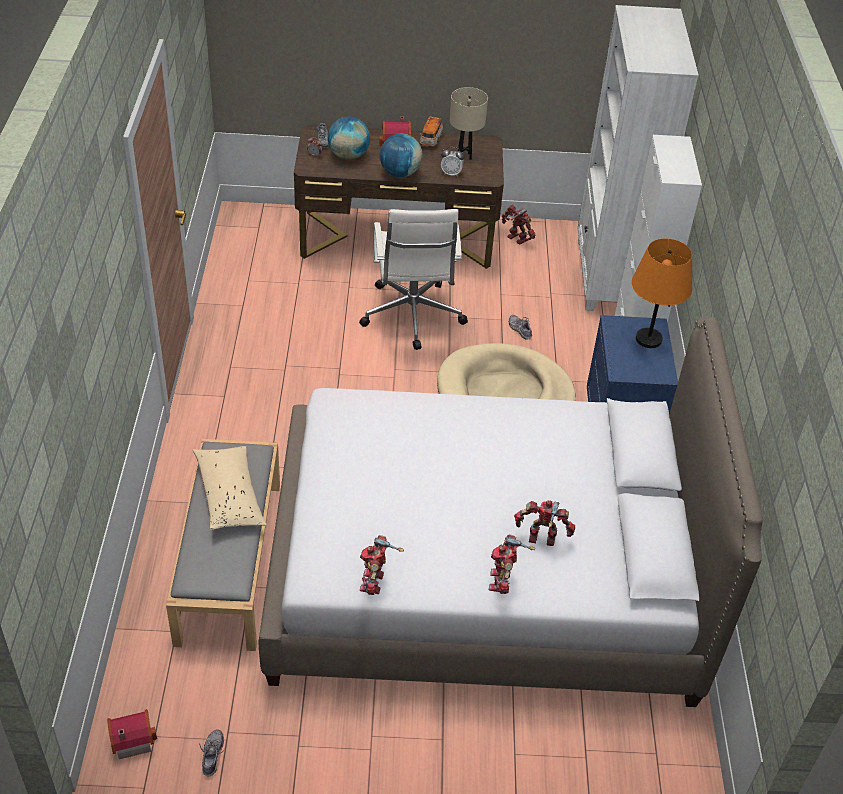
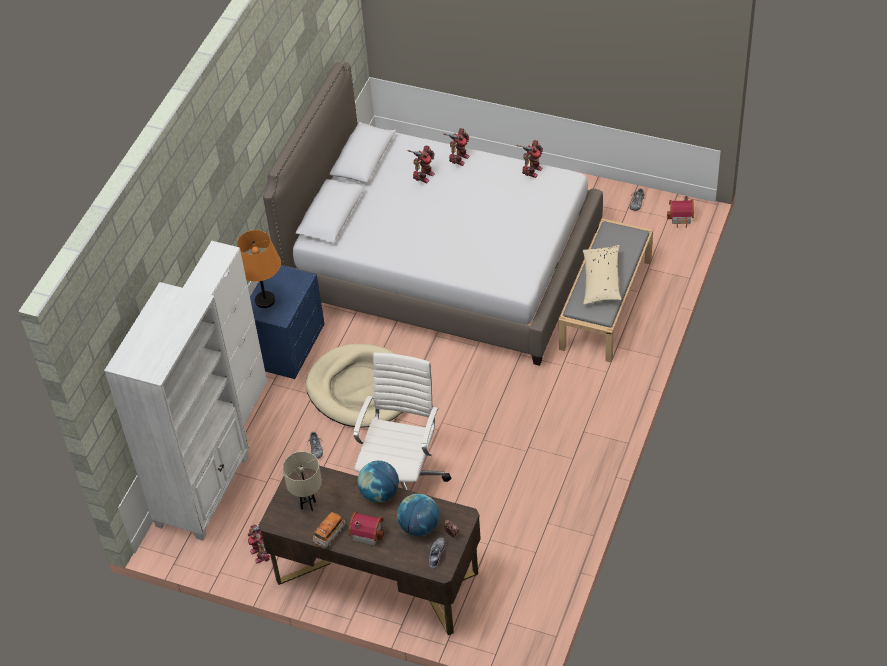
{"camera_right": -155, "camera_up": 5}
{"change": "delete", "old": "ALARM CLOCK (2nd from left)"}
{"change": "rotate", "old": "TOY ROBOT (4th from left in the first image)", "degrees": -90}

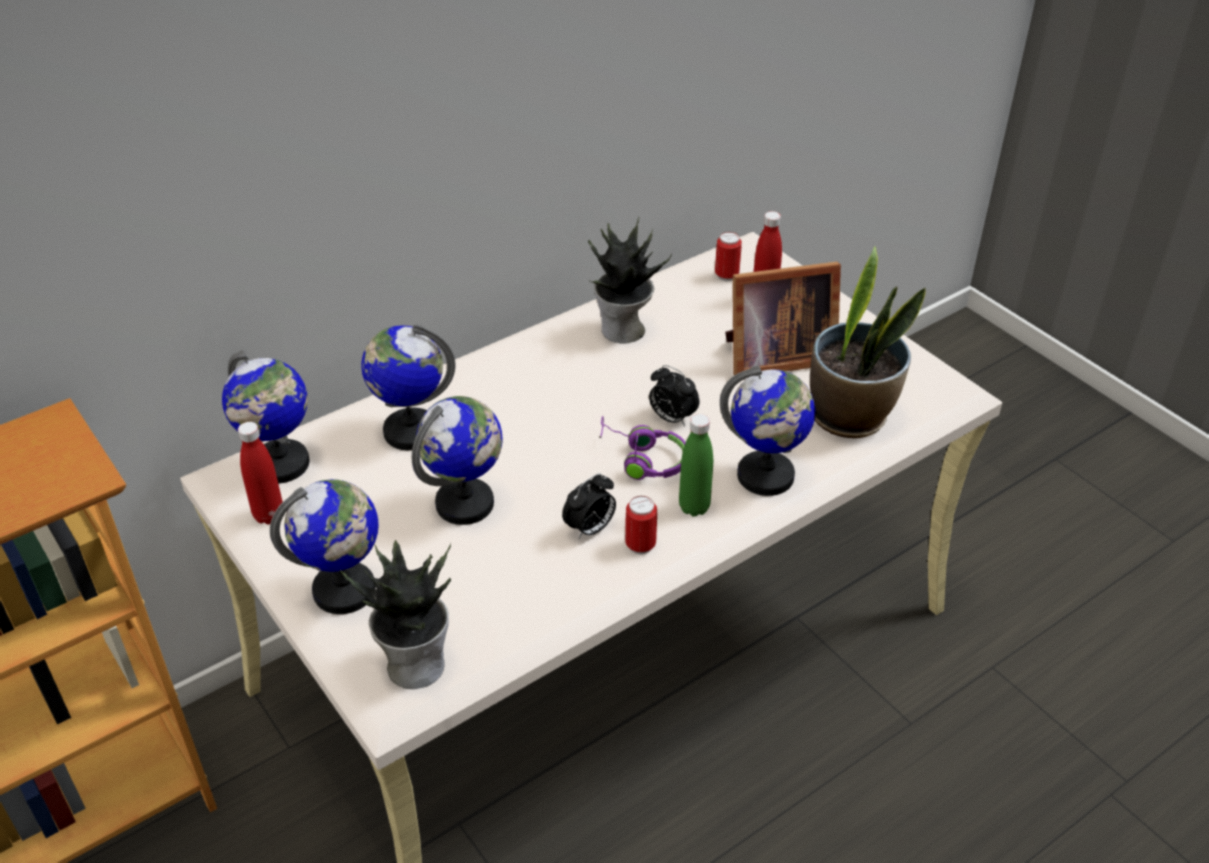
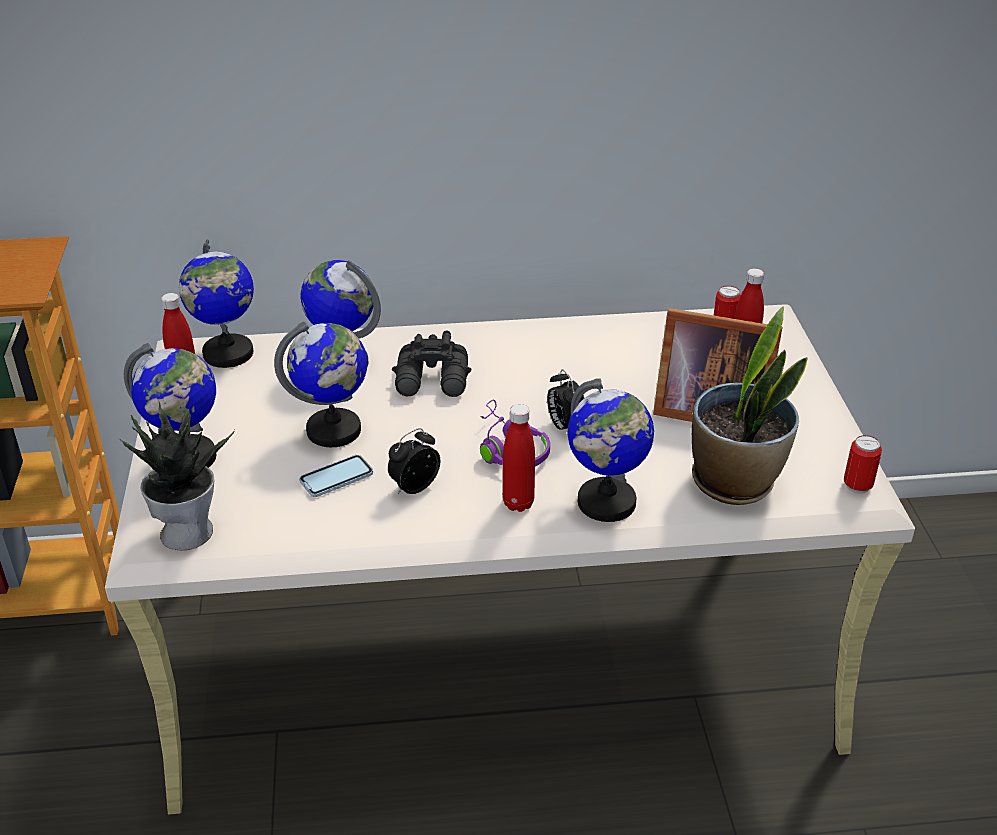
{"camera_right": 30, "camera_up": -5}
{"change": "delete", "old": "POTTED PLANT (2nd from left)"}
{"change": "insert", "new": "PHONE"}
{"change": "insert", "new": "BLACK BINOCULARS"}
{"change": "move", "old": "CAN (1st from left in the first image)", "new": "CAN (2nd from left)"}
{"change": "recolor", "old": "GREEN BOTTLE", "new": "RED BOTTLE (2nd from left)"}
{"change": "rotate", "old": "ALARM CLOCK (1st from left)", "degrees": 150}

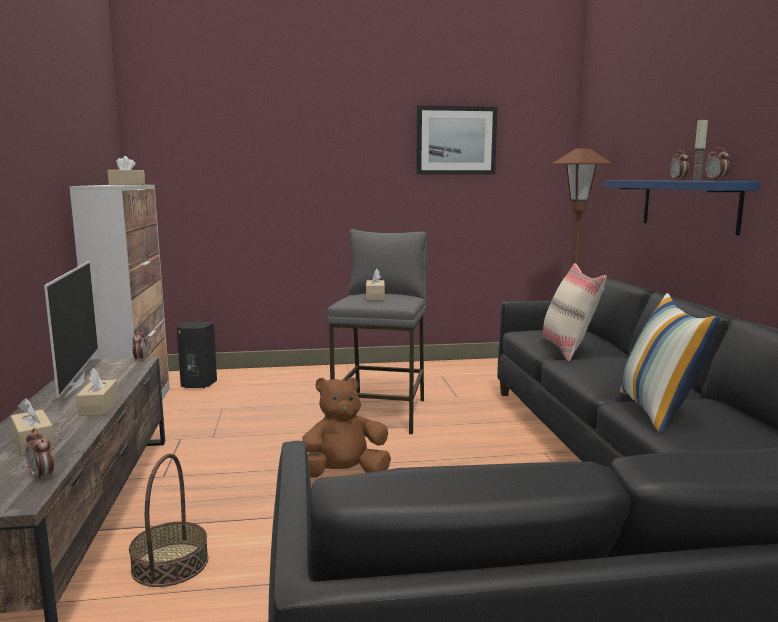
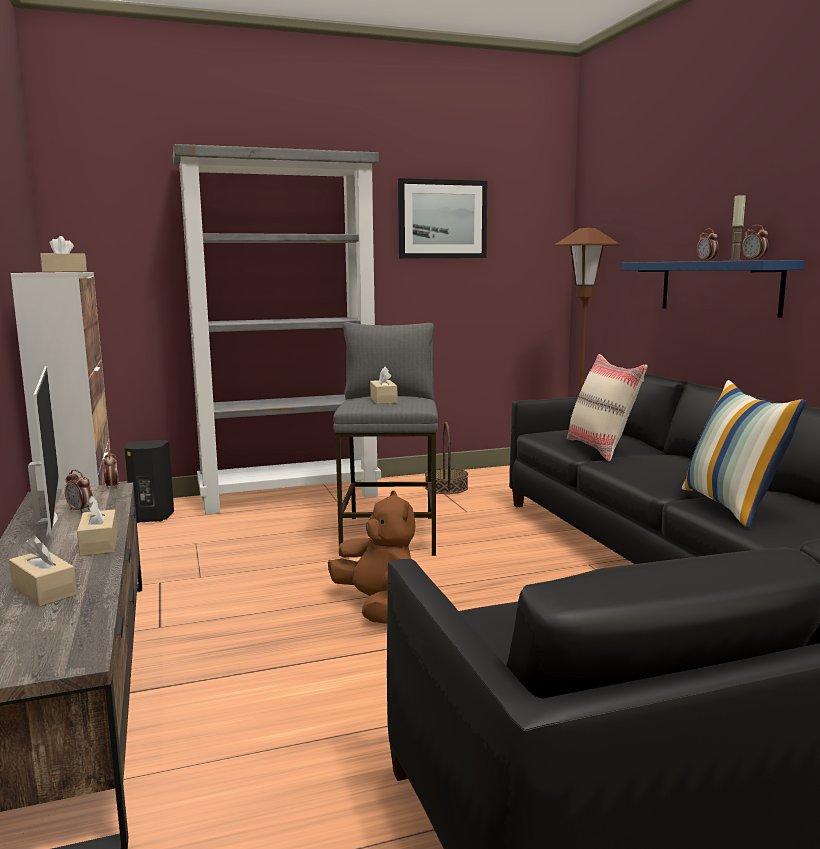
{"camera_right": -10, "camera_up": 0}
{"change": "insert", "new": "GREY BOOKCASE"}
{"change": "move", "old": "ALARM CLOCK (1st from left)"}
{"change": "move", "old": "BASKET"}
{"change": "rotate", "old": "BROWN PLUSH TOY", "degrees": 90}

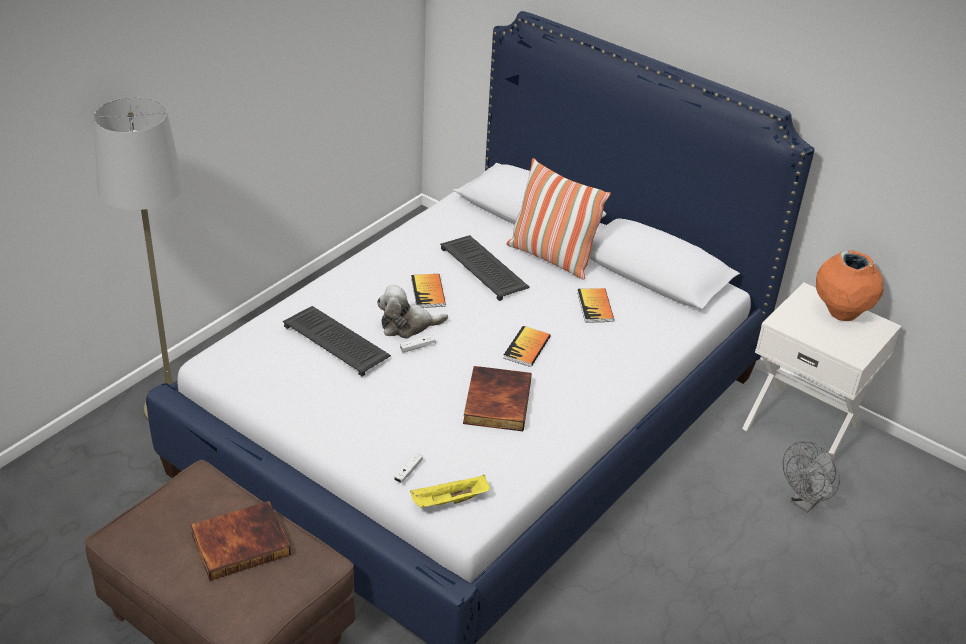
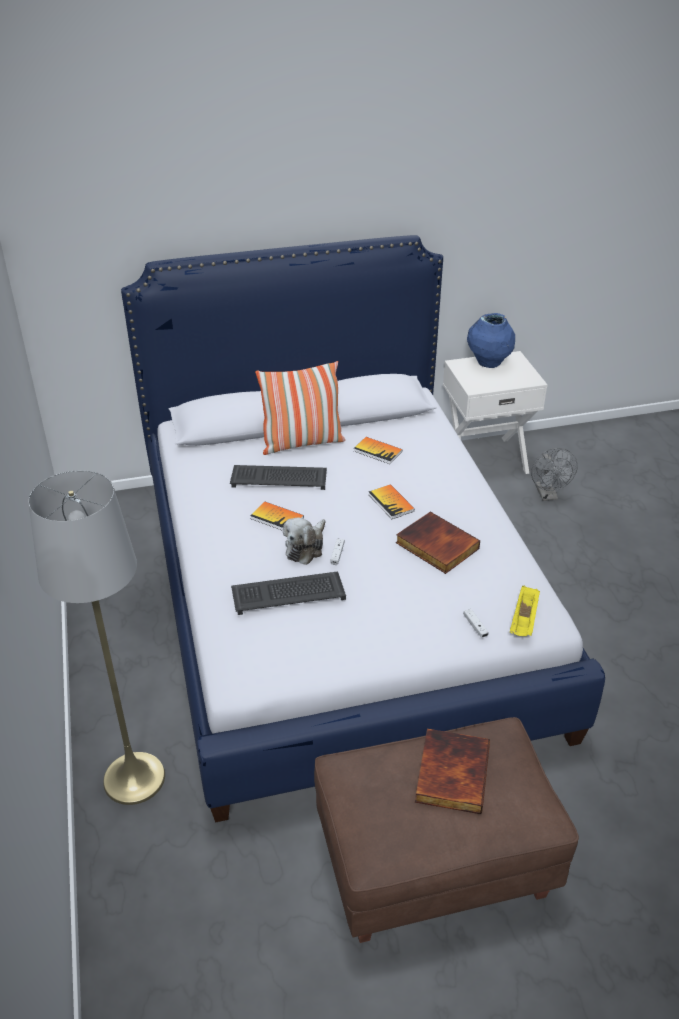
{"camera_right": -50, "camera_up": 0}
{"change": "recolor", "old": "ORANGE VASE", "new": "BLUE VASE"}

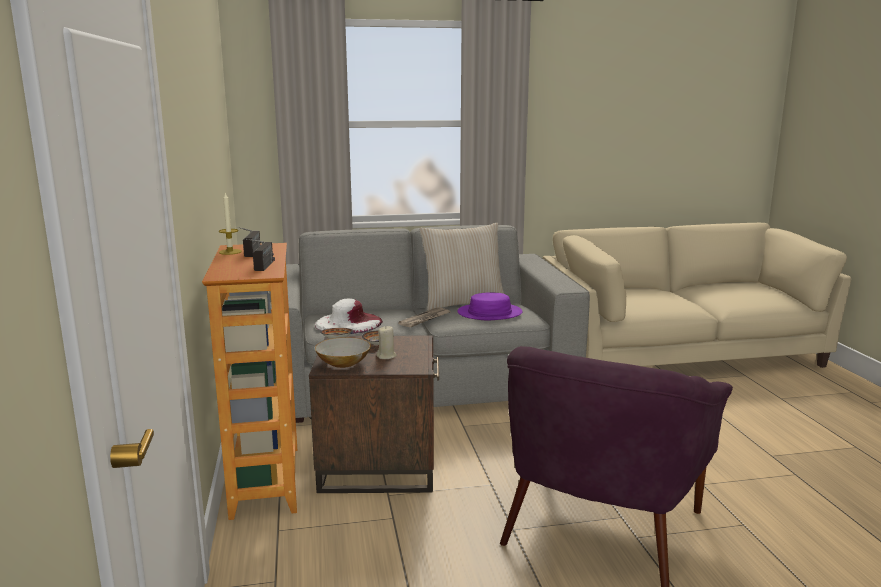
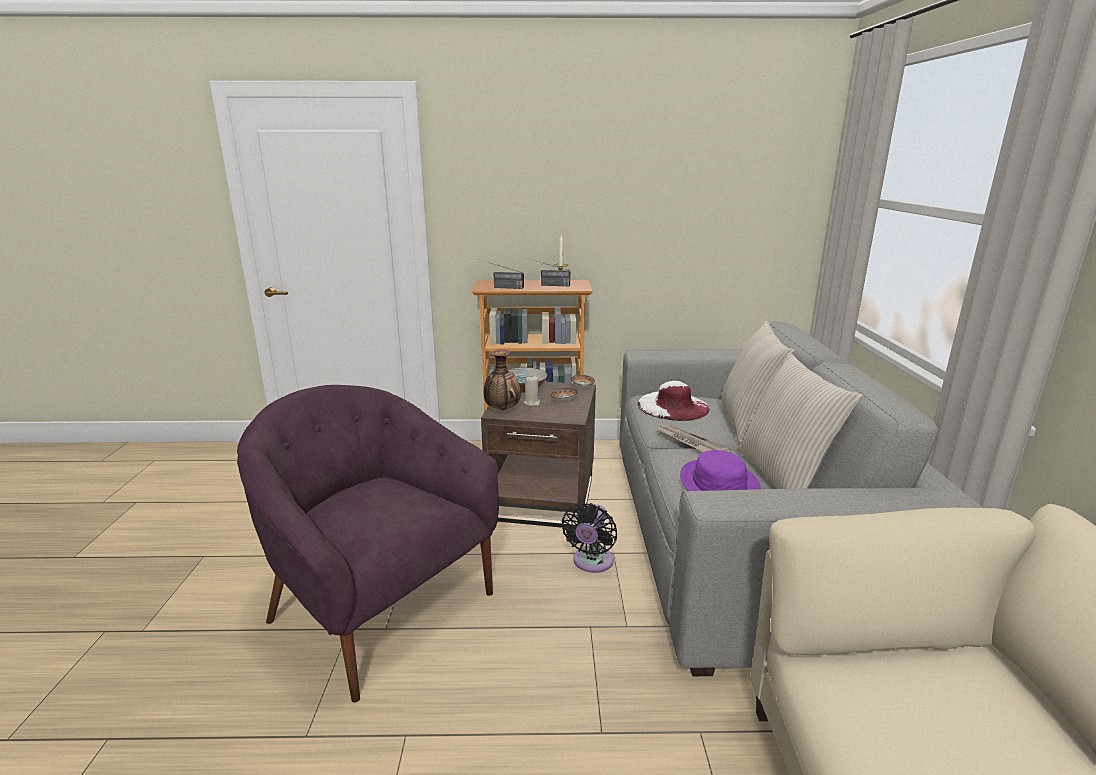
{"camera_right": 100, "camera_up": 5}
{"change": "insert", "new": "VASE"}
{"change": "insert", "new": "BLACK FAN"}
{"change": "insert", "new": "BEIGE PILLOW (1st from left)"}

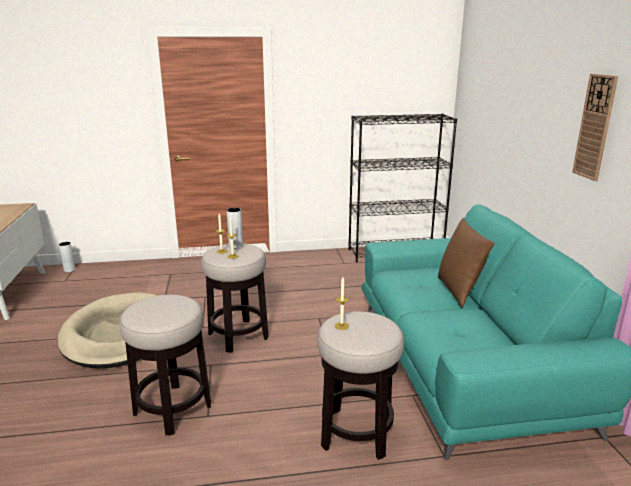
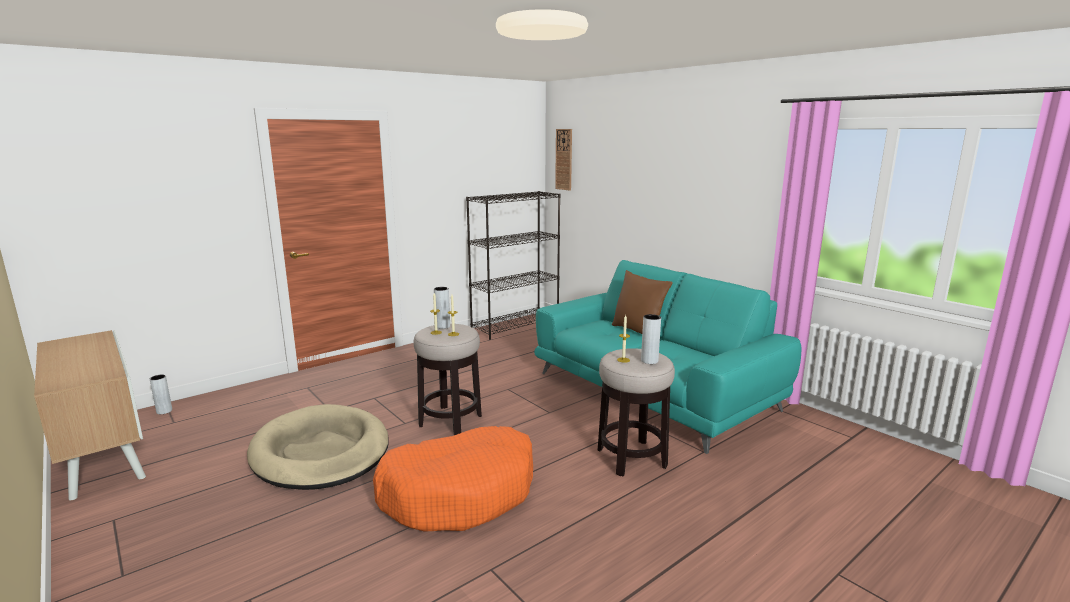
{"camera_right": -30, "camera_up": -5}
{"change": "insert", "new": "GREY VASE (3rd from left)"}
{"change": "move", "old": "WALL CLOCK"}
{"change": "replace", "old": "STOOL (1st from left)", "new": "ORANGE DOG BED"}

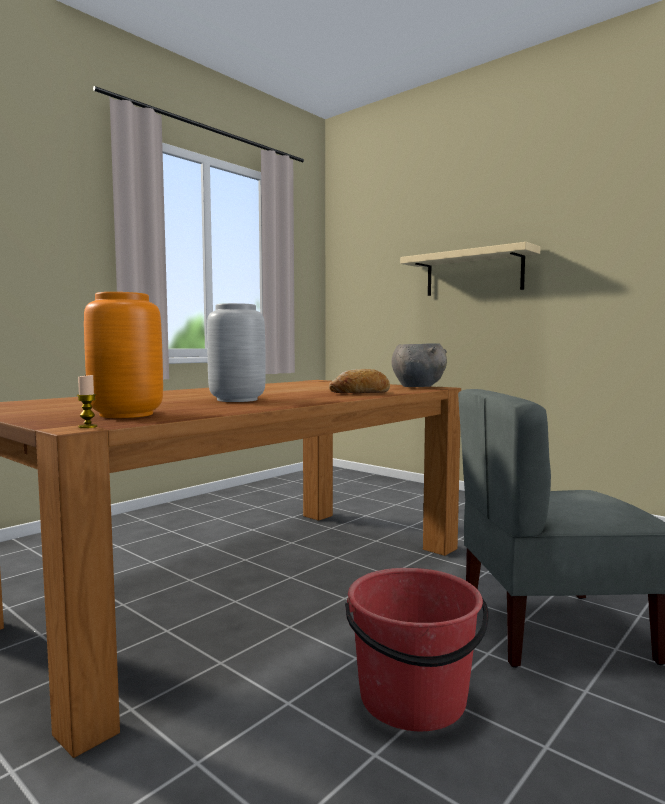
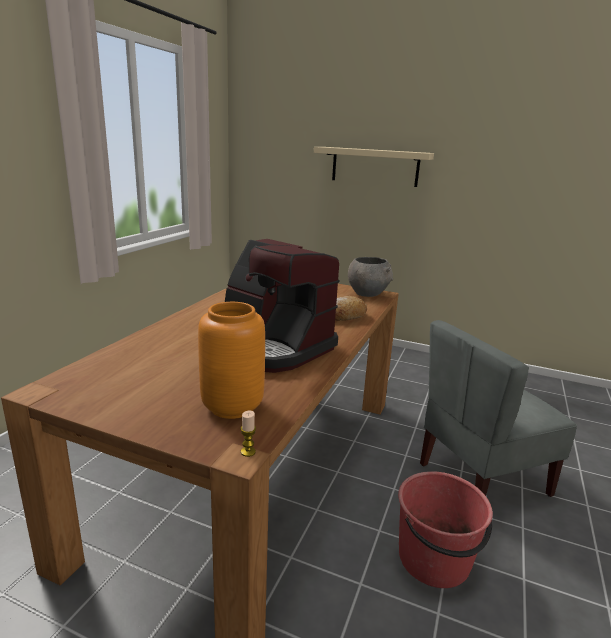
{"camera_right": -20, "camera_up": 15}
{"change": "replace", "old": "GREY VASE", "new": "COFFEE MACHINE"}

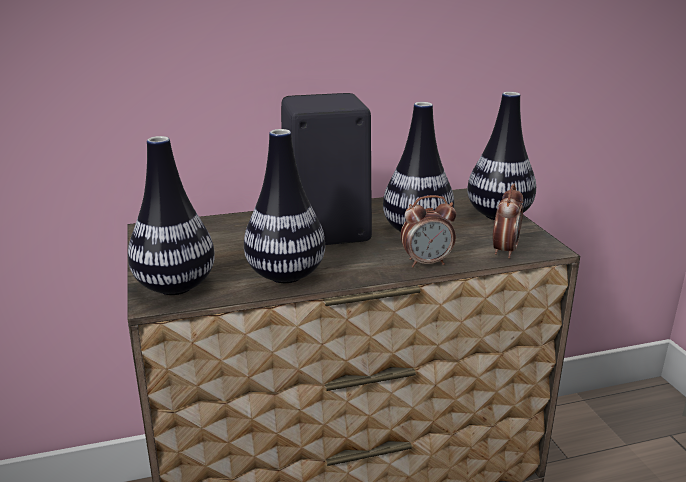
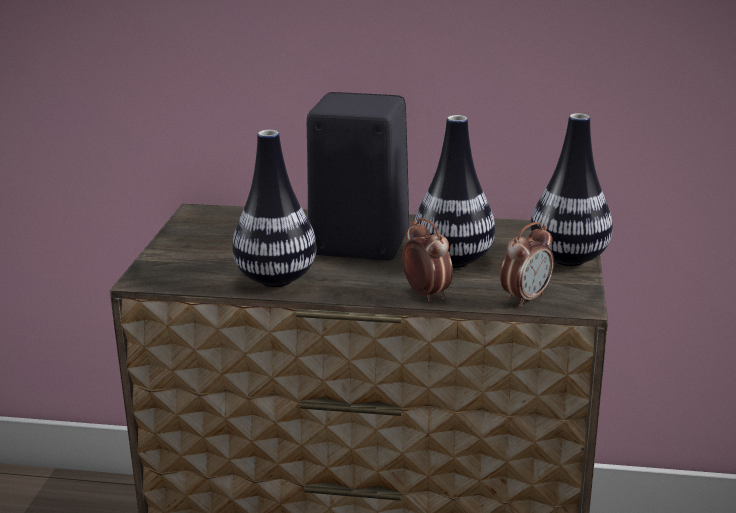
{"camera_right": 25, "camera_up": 0}
{"change": "delete", "old": "VASE (1st from left)"}
{"change": "rotate", "old": "ALARM CLOCK (1st from left)", "degrees": -135}

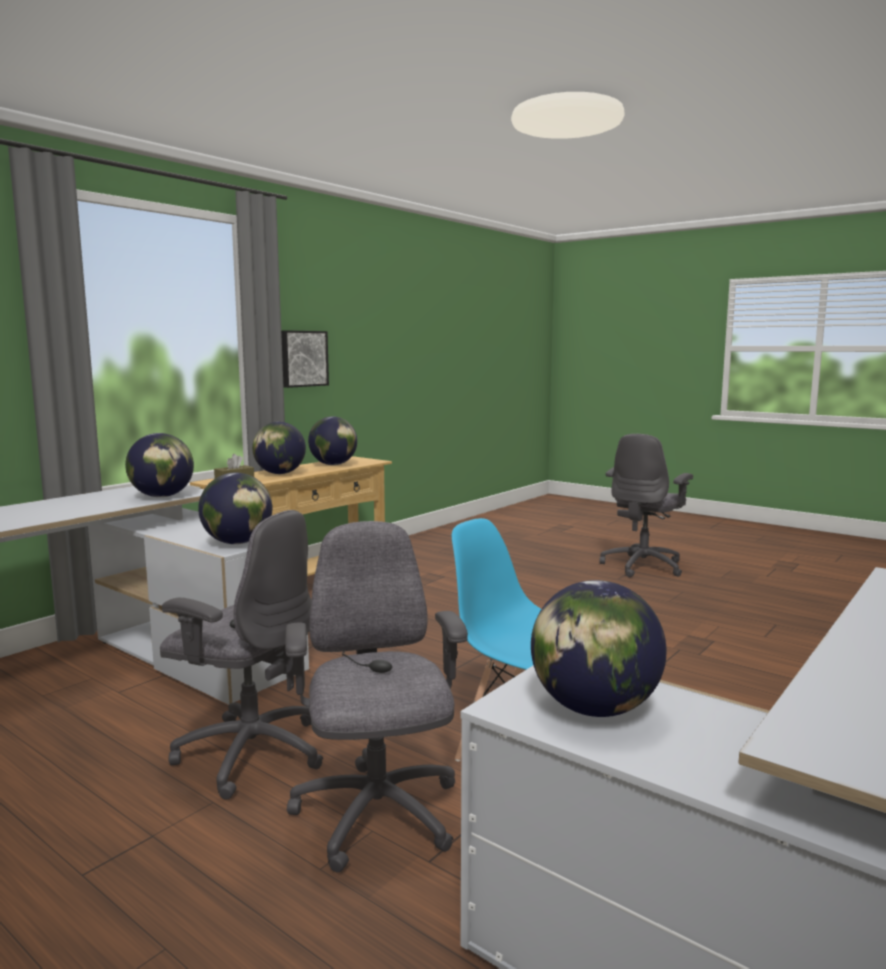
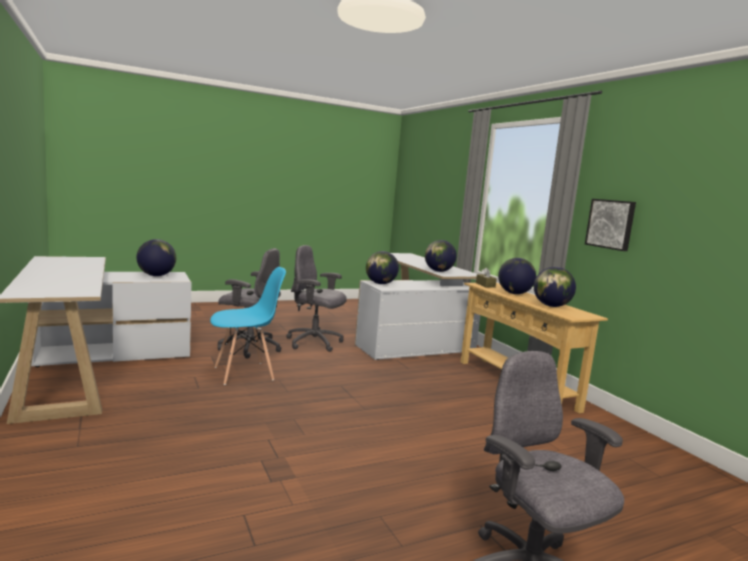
{"camera_right": 115, "camera_up": 0}
{"change": "rotate", "old": "GREY OFFICE CHAIR (1st from left in the first image)", "degrees": 60}

